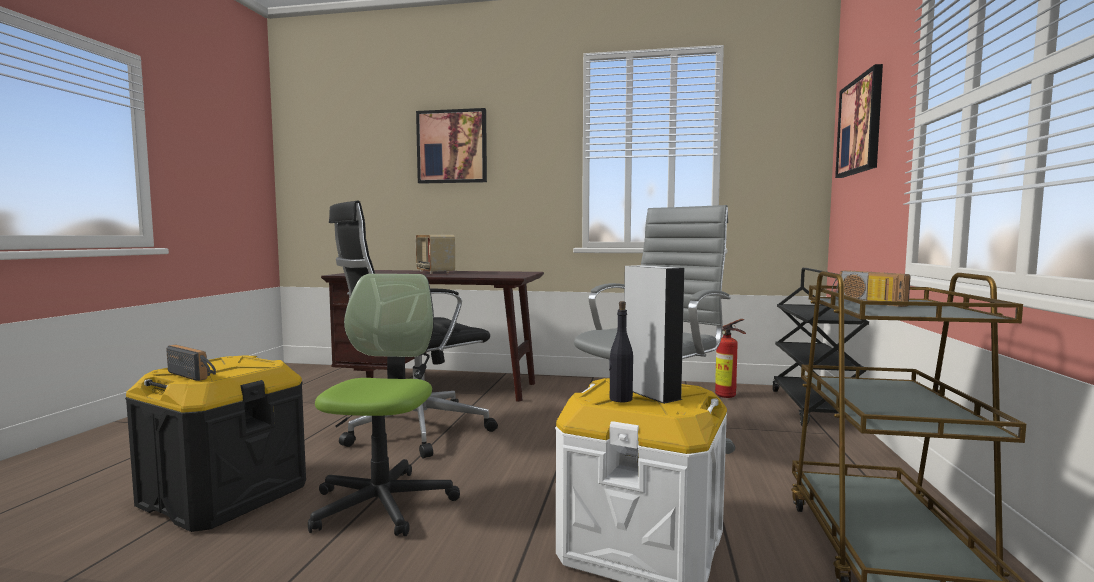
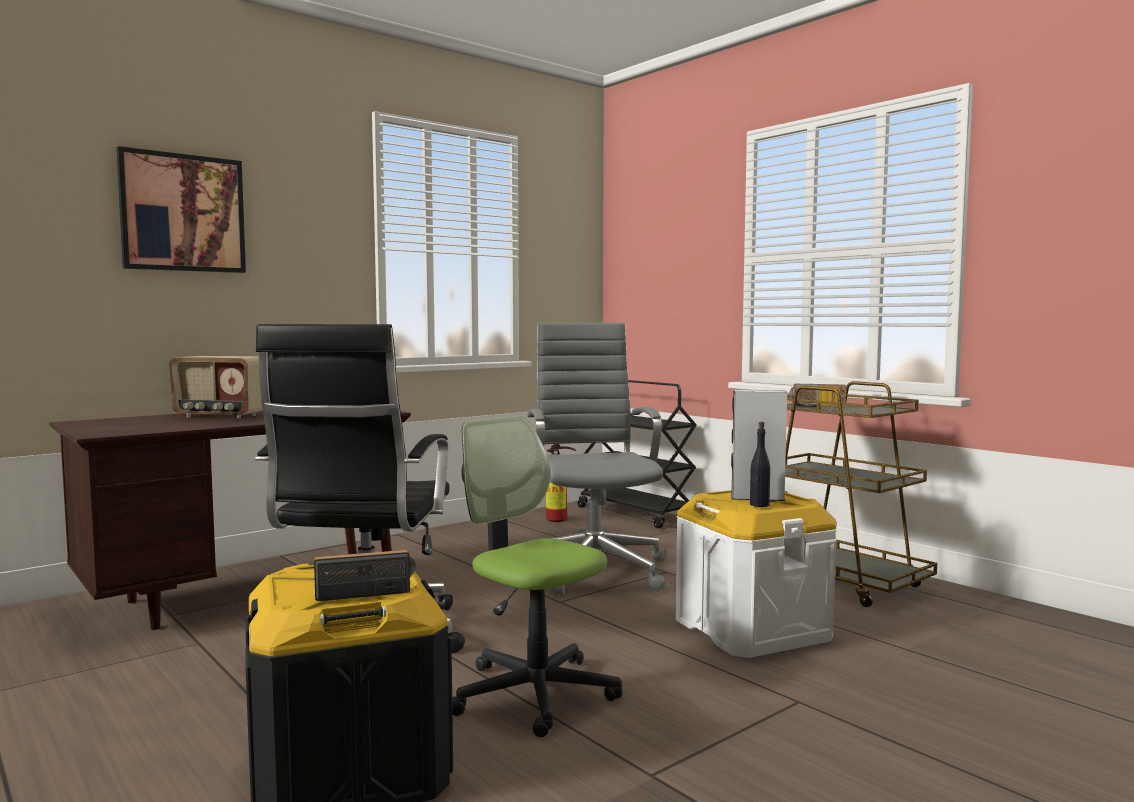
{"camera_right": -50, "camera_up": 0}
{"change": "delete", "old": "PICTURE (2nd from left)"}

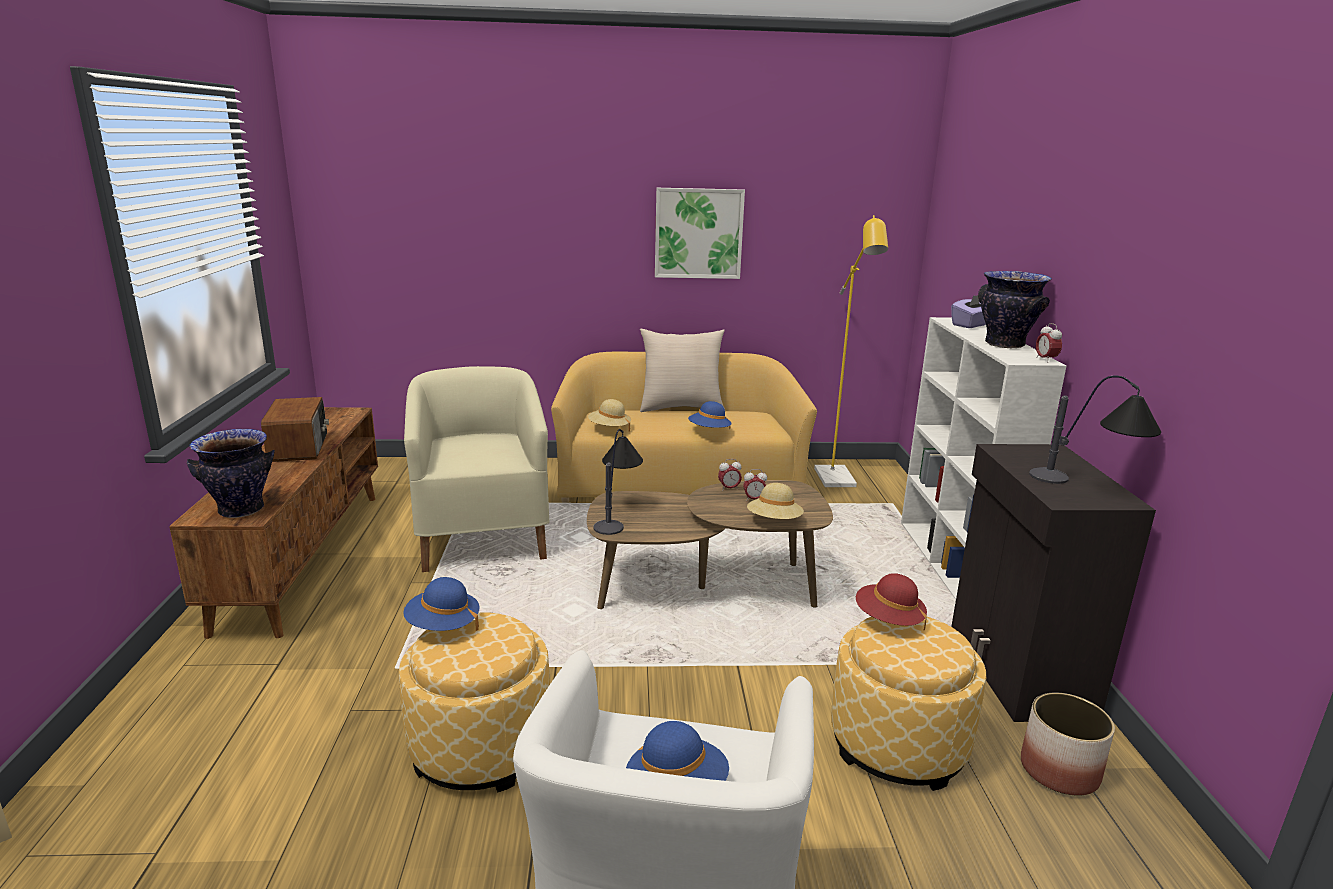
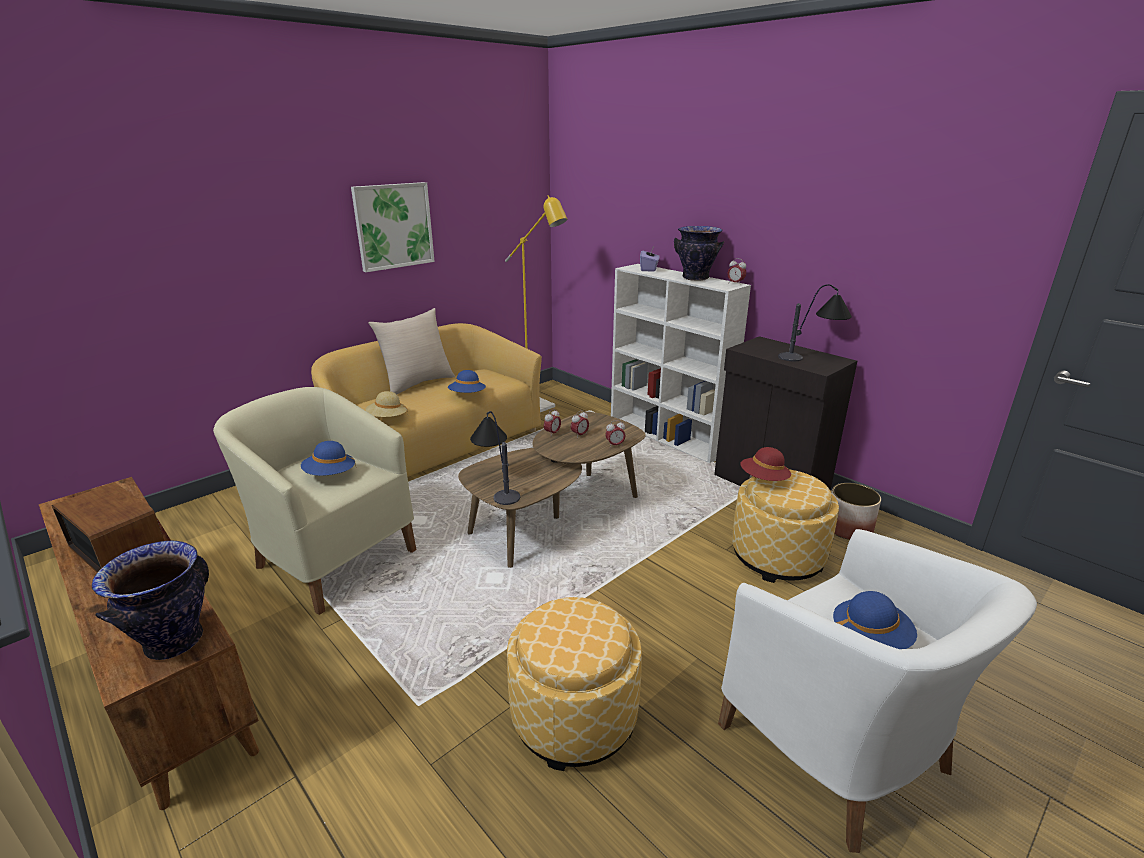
{"camera_right": -40, "camera_up": 5}
{"change": "move", "old": "BLUE HAT (1st from left)"}
{"change": "replace", "old": "BEIGE HAT (2nd from left)", "new": "ALARM CLOCK (3rd from left)"}

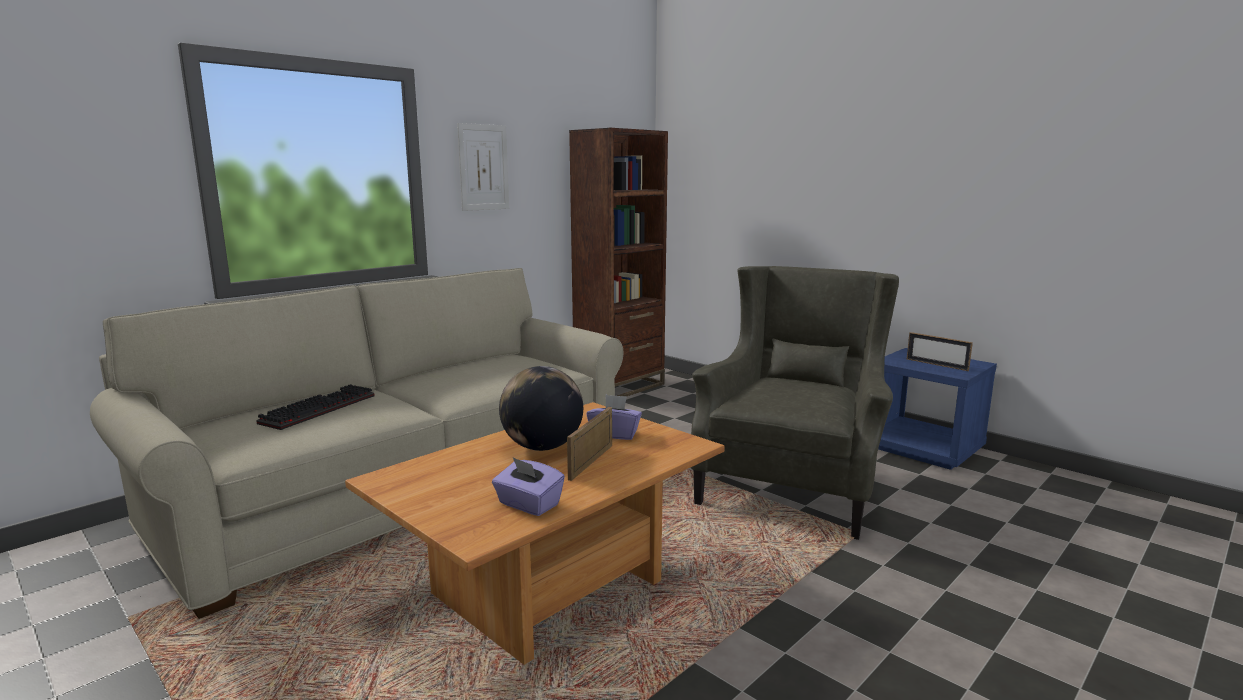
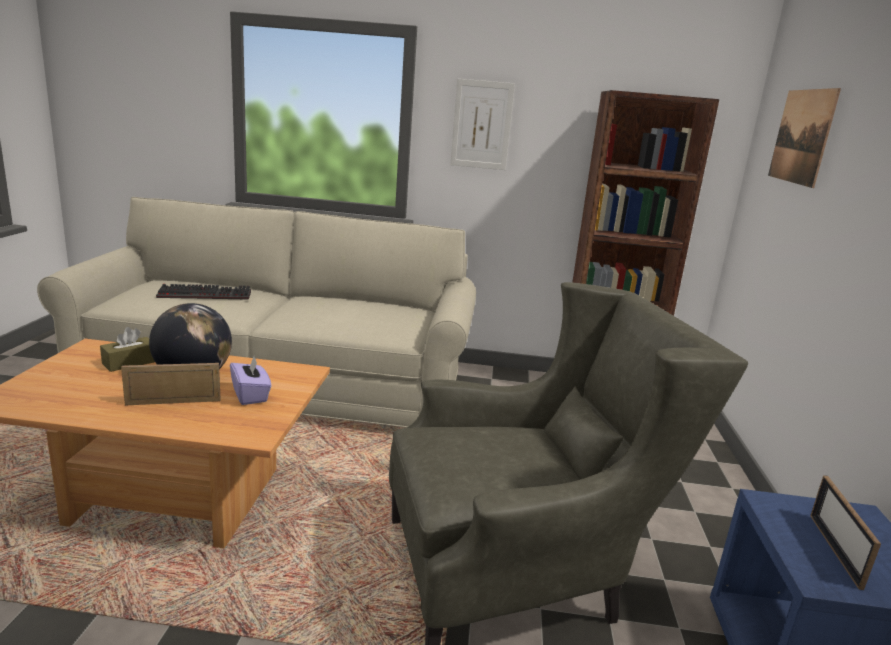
{"camera_right": 50, "camera_up": 5}
{"change": "delete", "old": "PURPLE TISSUE BOX (1st from left)"}
{"change": "insert", "new": "BROWN TISSUE BOX"}
{"change": "insert", "new": "PICTURE (2nd from left)"}

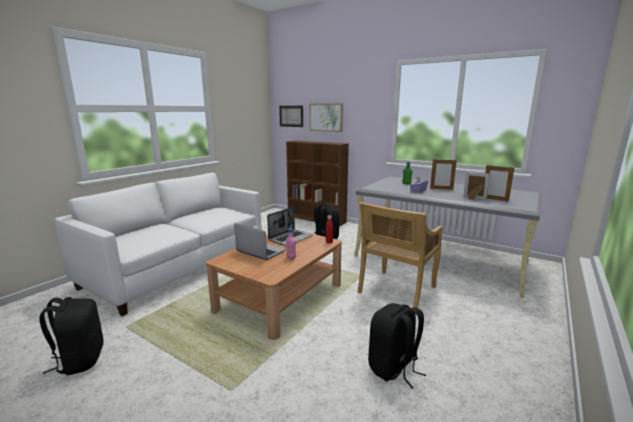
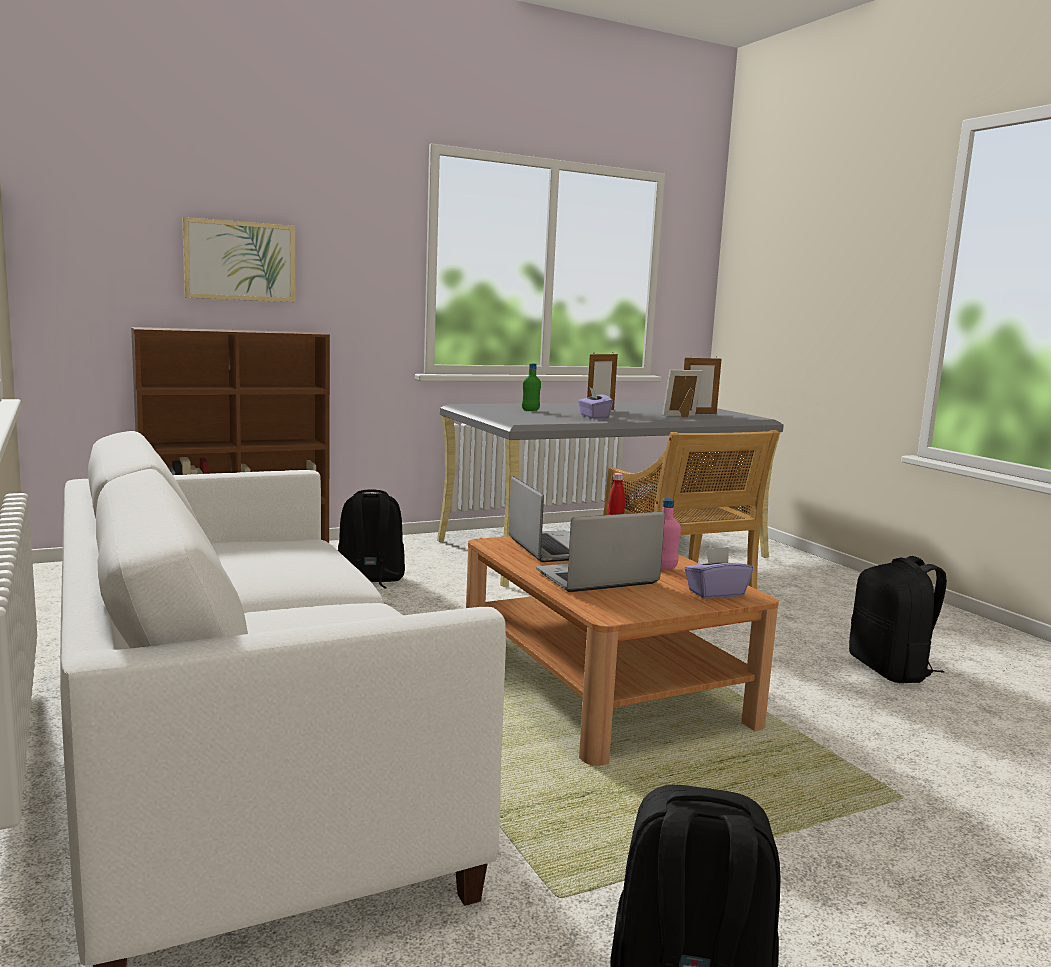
{"camera_right": -60, "camera_up": -5}
{"change": "delete", "old": "PICTURE (1st from left)"}
{"change": "insert", "new": "PURPLE TISSUE BOX (2nd from left)"}

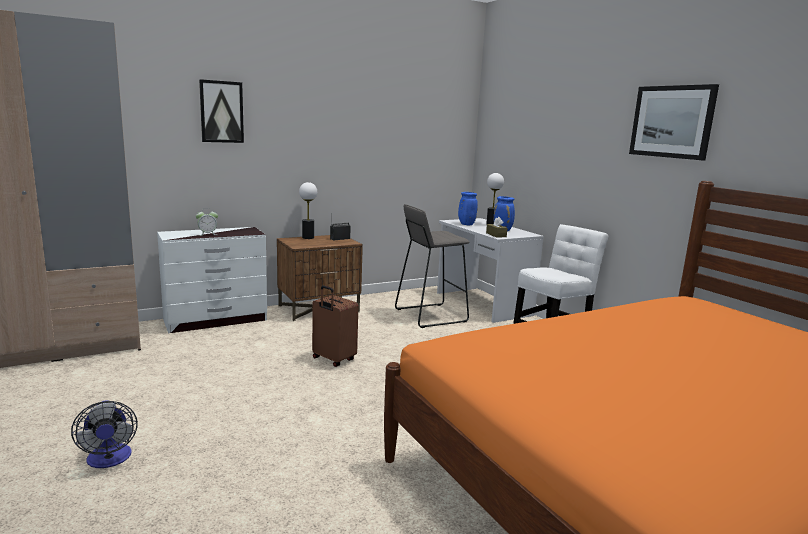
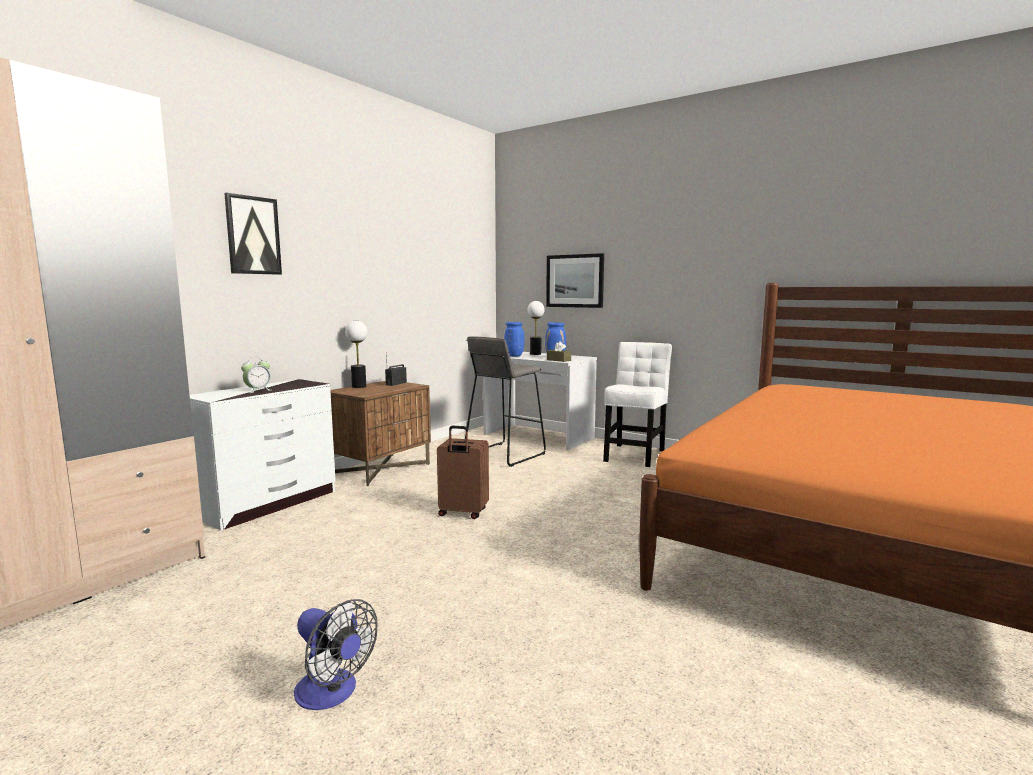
{"camera_right": -25, "camera_up": -5}
{"change": "move", "old": "PICTURE (2nd from left)"}

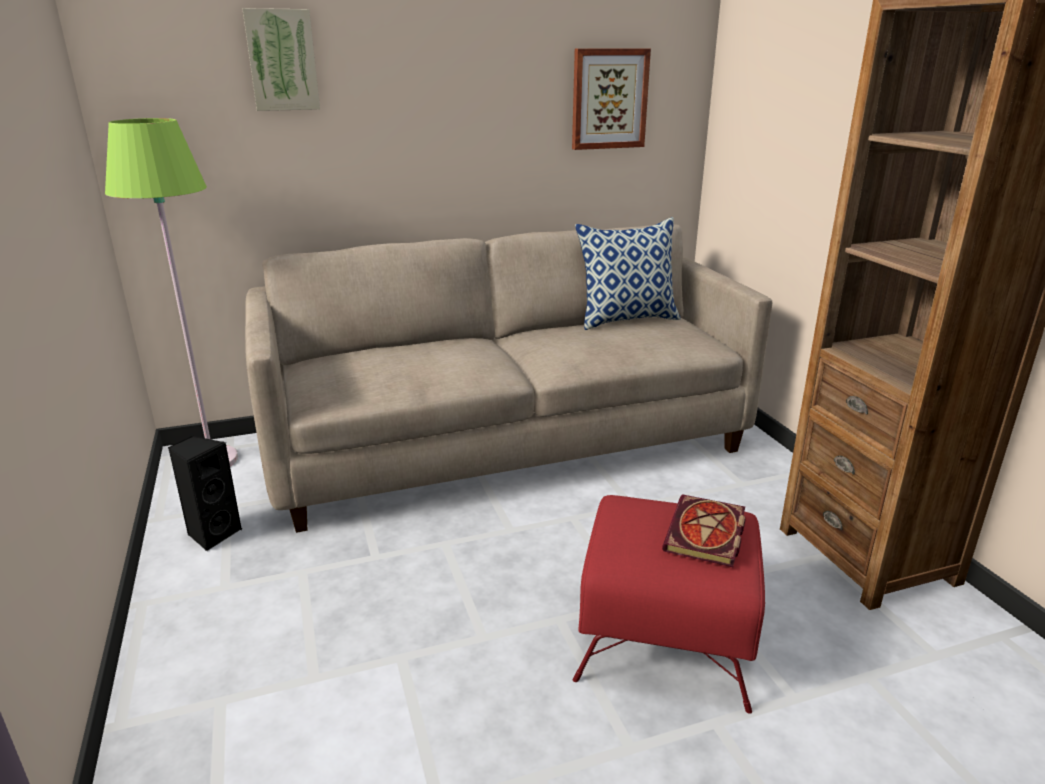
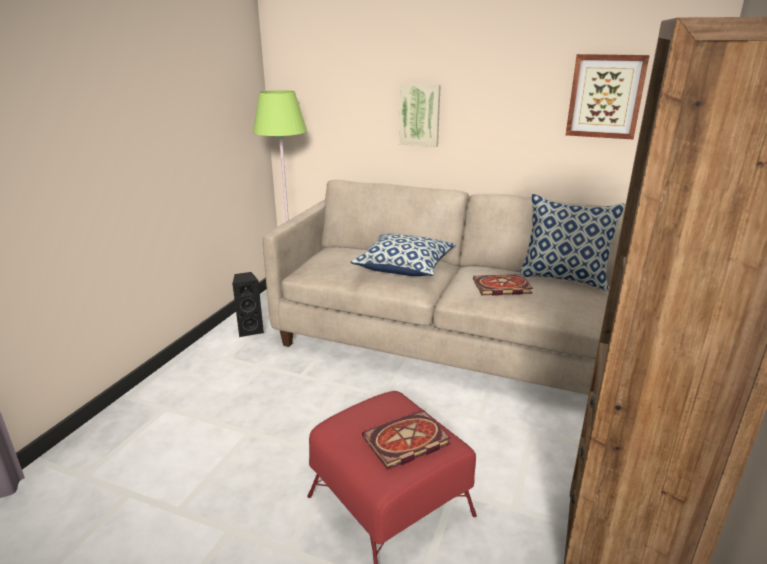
{"camera_right": 40, "camera_up": 0}
{"change": "insert", "new": "PILLOW (1st from left)"}
{"change": "insert", "new": "BOOK (2nd from left)"}
{"change": "move", "old": "PICTURE (1st from left)"}

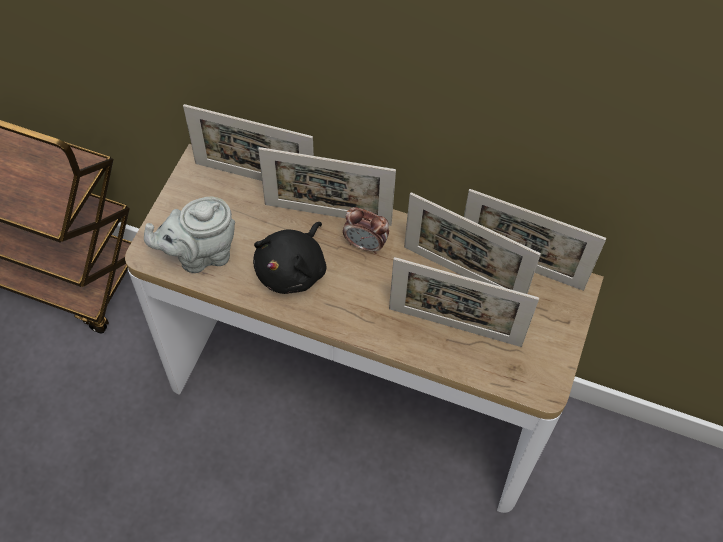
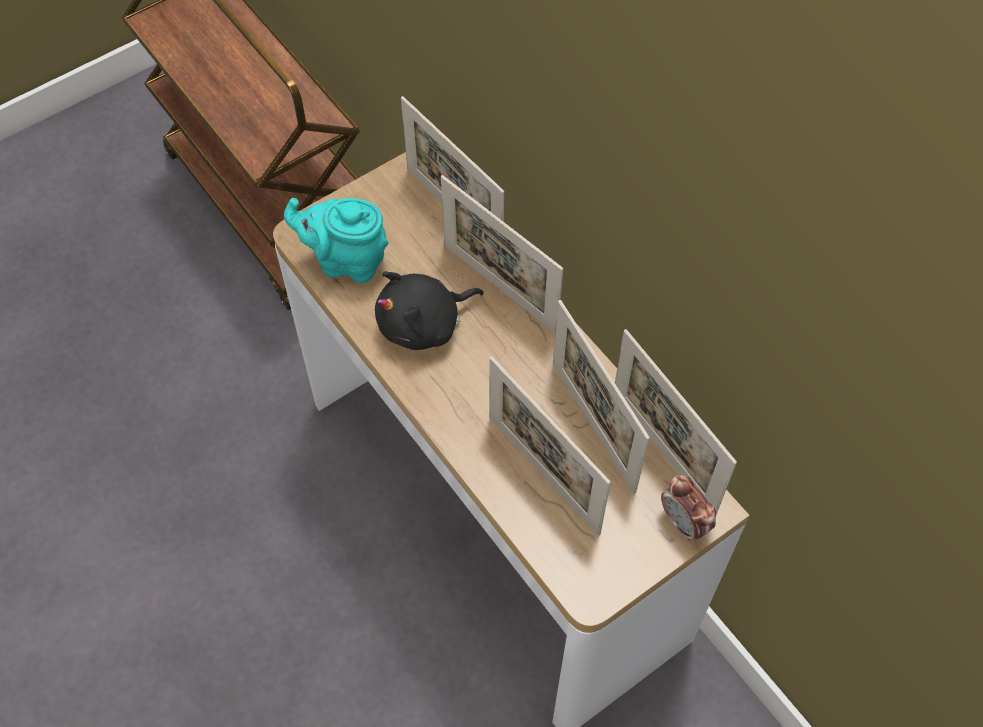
{"camera_right": 35, "camera_up": 0}
{"change": "move", "old": "ALARM CLOCK"}
{"change": "recolor", "old": "GREY TEAPOT", "new": "TURQUOISE TEAPOT"}

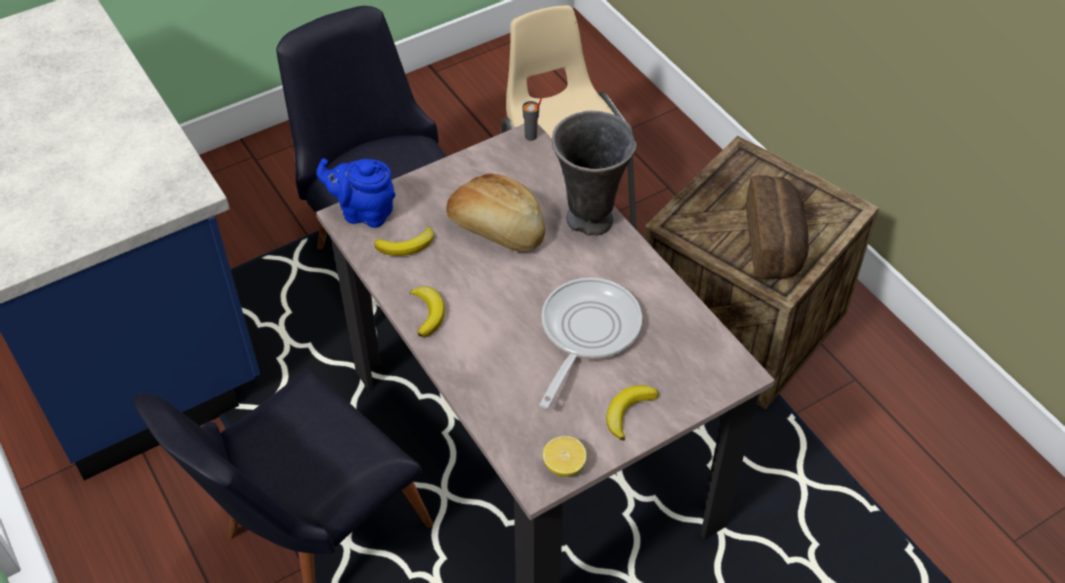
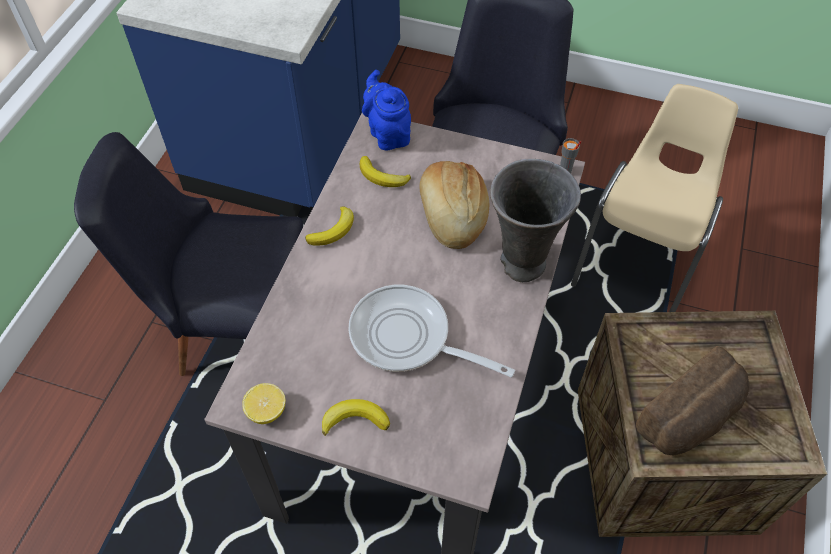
{"camera_right": 50, "camera_up": 5}
{"change": "rotate", "old": "FRYING PAN", "degrees": -135}

